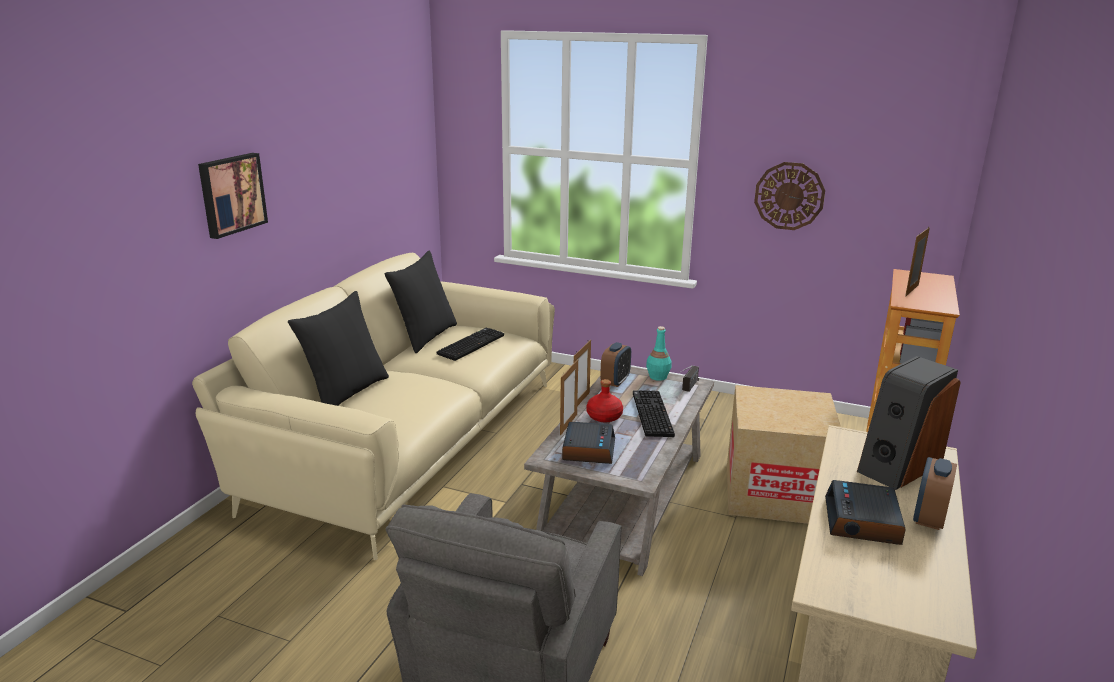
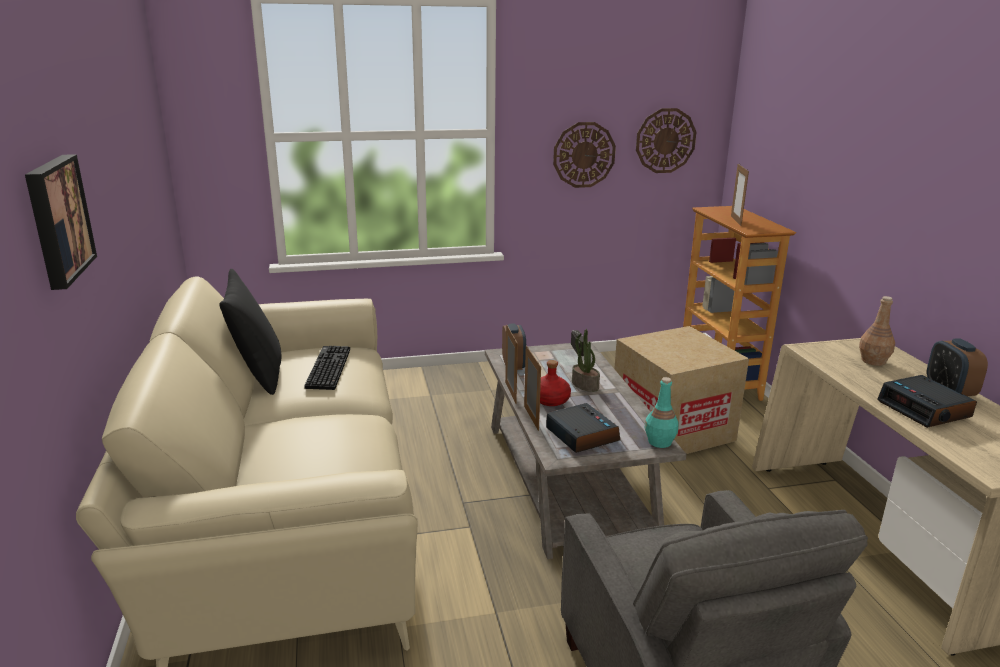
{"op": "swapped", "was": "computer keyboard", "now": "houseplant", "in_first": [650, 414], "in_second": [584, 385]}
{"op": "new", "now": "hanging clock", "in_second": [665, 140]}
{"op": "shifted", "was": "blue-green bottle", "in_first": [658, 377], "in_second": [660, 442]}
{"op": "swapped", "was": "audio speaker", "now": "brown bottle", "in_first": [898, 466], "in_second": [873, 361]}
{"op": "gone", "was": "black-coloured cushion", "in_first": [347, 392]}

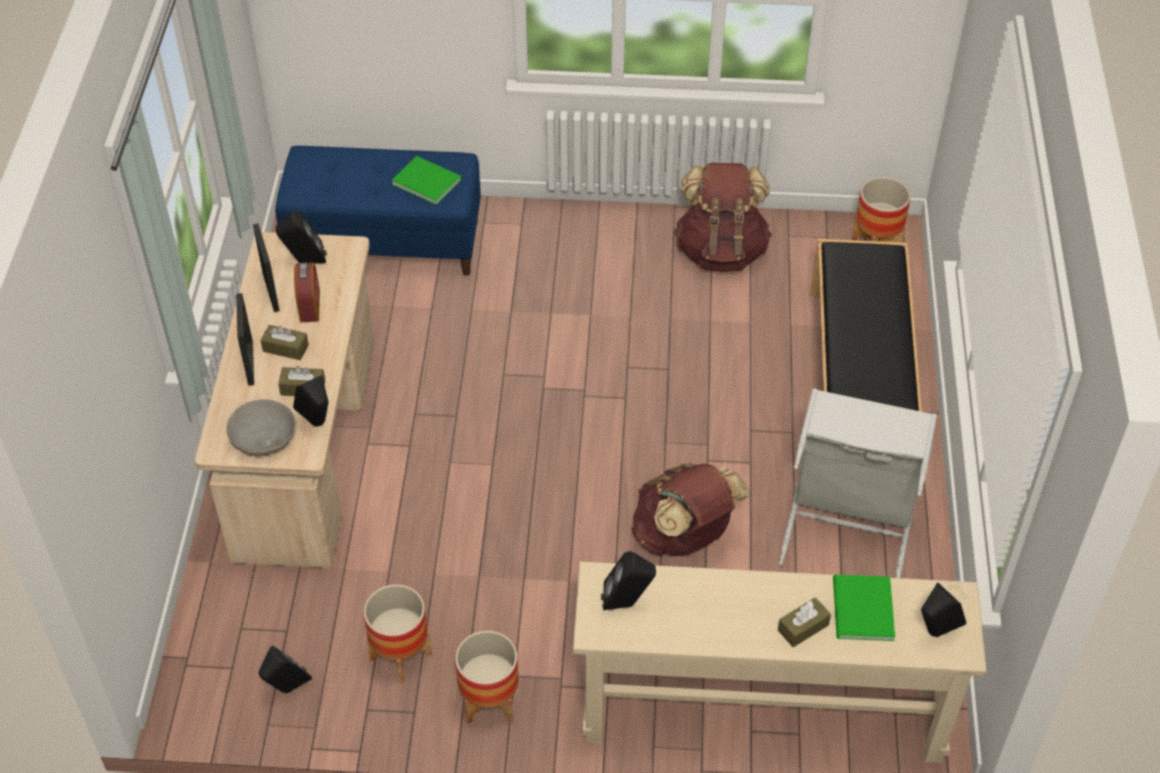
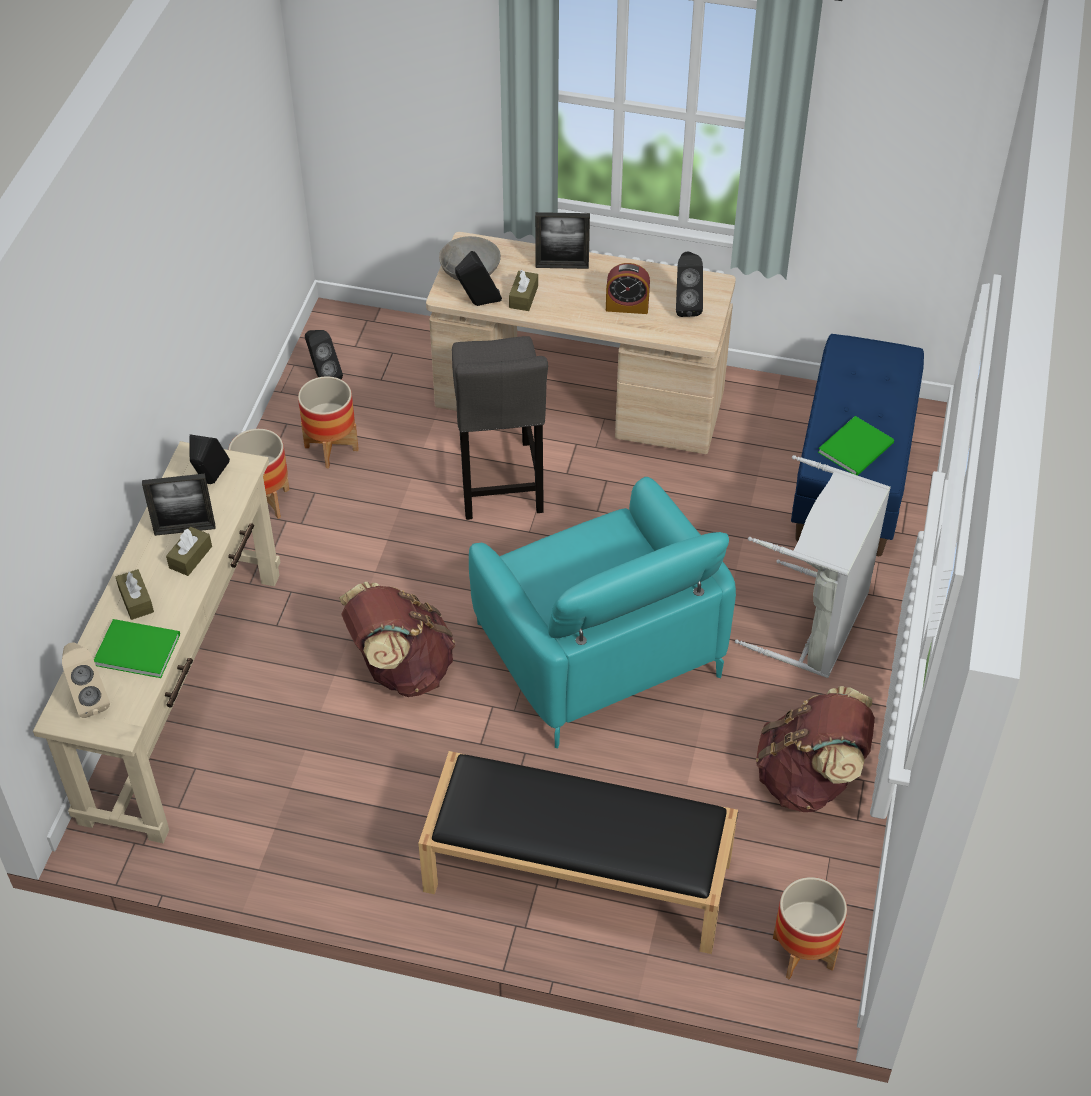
{"op": "repainted", "was": "black-coloured audio speaker", "now": "beige audio speaker", "in_first": [935, 633], "in_second": [89, 700]}
{"op": "shifted", "was": "photo frame", "in_first": [271, 292], "in_second": [185, 530]}
{"op": "shifted", "was": "brown tissue holder", "in_first": [285, 348], "in_second": [190, 557]}
{"op": "new", "now": "gray stool", "in_second": [499, 485]}
{"op": "new", "now": "blue-green lounge chair", "in_second": [597, 649]}
{"op": "shifted", "was": "gray washing basket", "in_first": [848, 527], "in_second": [817, 624]}

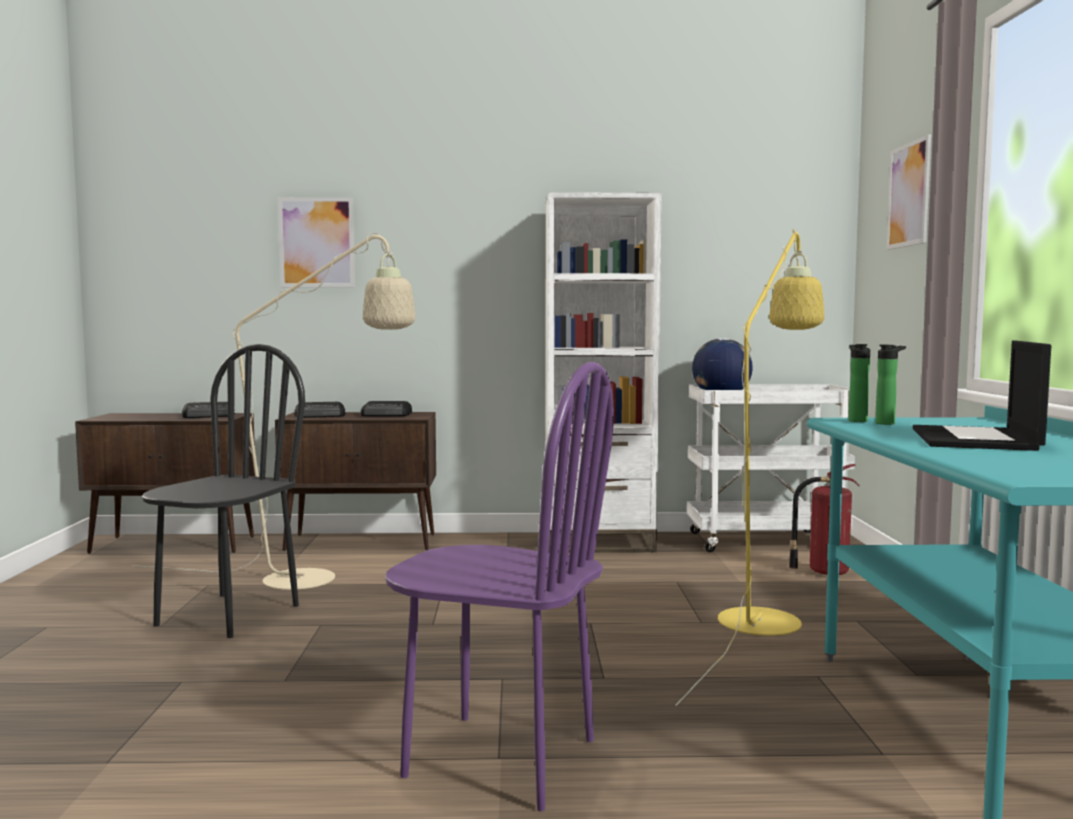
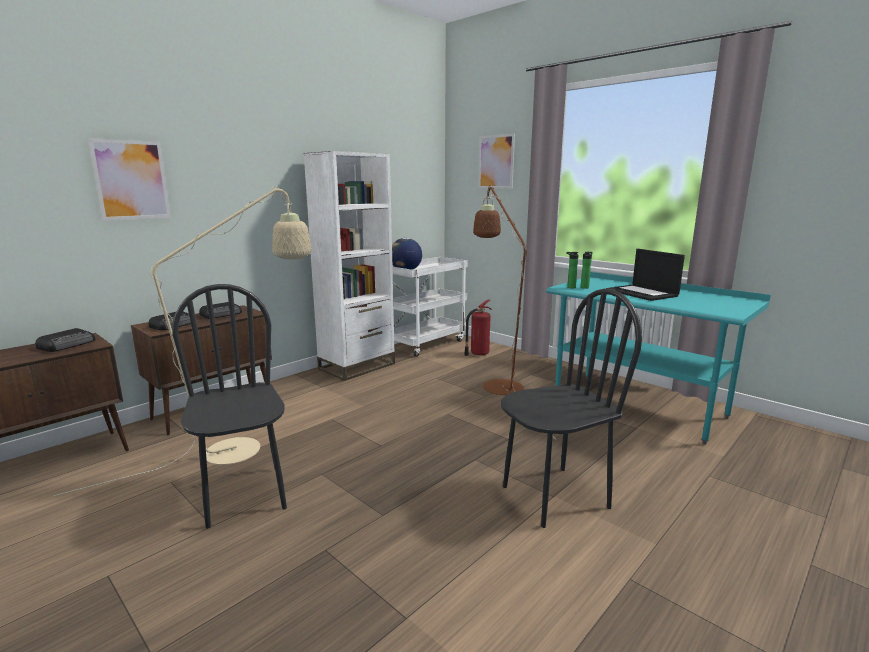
{"op": "repainted", "was": "yellow-coloured floor lamp", "now": "brown floor lamp", "in_first": [764, 614], "in_second": [498, 383]}
{"op": "repainted", "was": "purplish plain chair", "now": "black-coloured plain chair", "in_first": [500, 758], "in_second": [554, 496]}

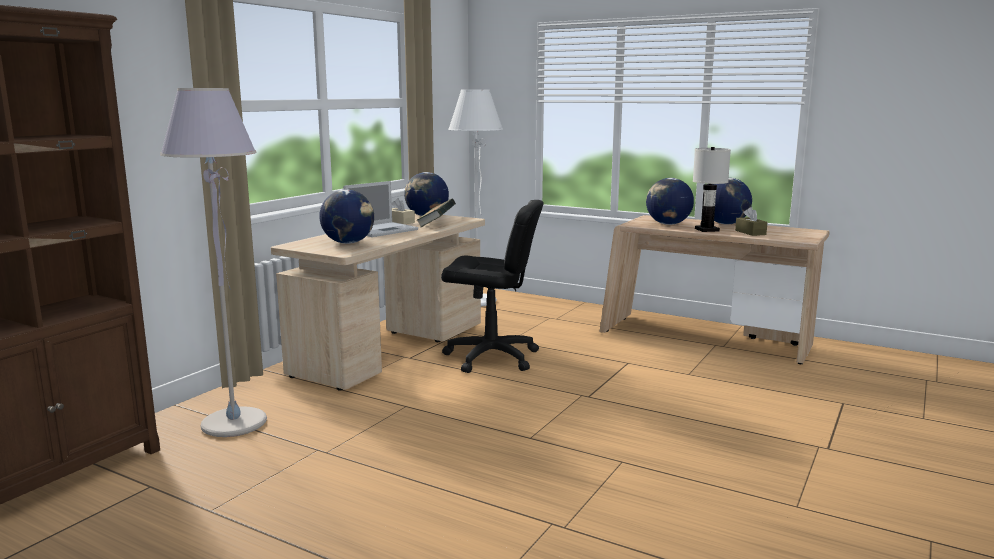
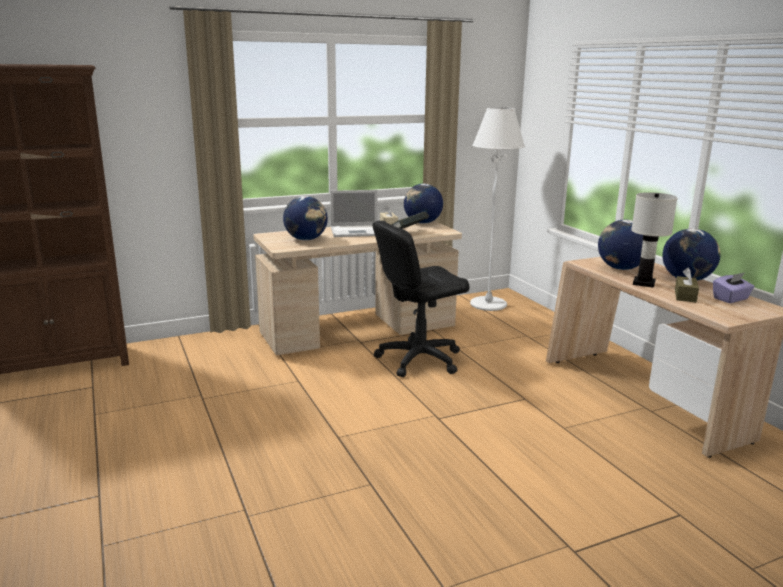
{"op": "rotated", "was": "black-coloured office chair", "in_first": [491, 357], "in_second": [419, 359], "clockwise": 105}
{"op": "new", "now": "purplish tissue holder", "in_second": [731, 299]}
{"op": "gone", "was": "gray floor lamp", "in_first": [234, 424]}

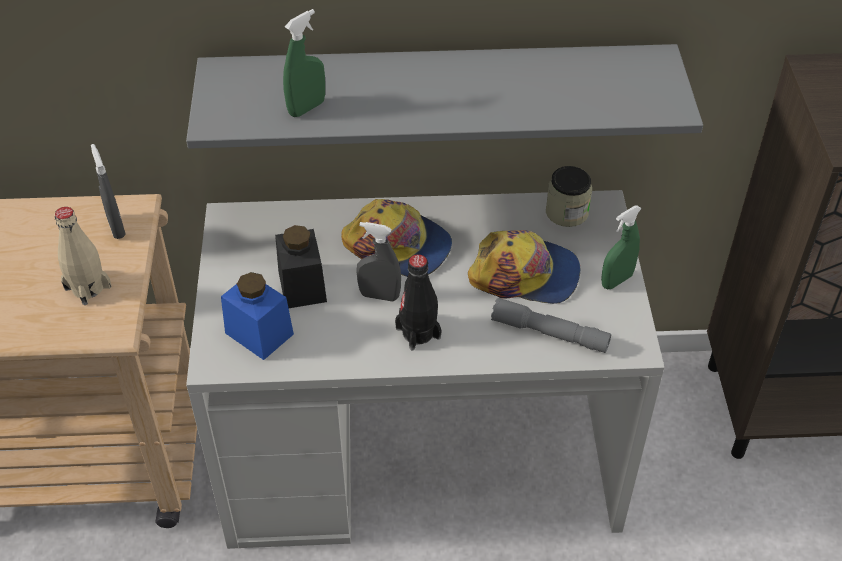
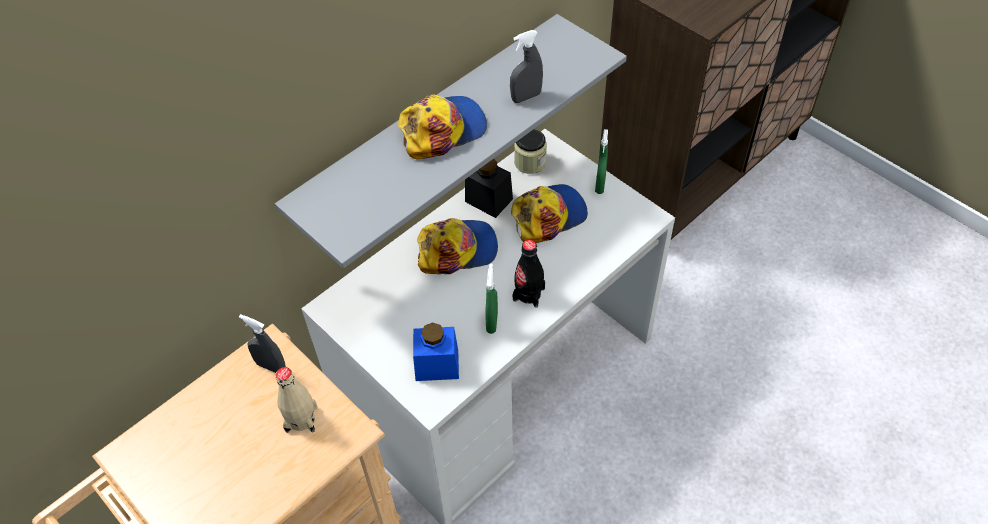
{"op": "new", "now": "cap", "in_second": [442, 130]}
{"op": "shifted", "was": "black-coloured preserve jar", "in_first": [302, 286], "in_second": [488, 200]}
{"op": "shifted", "was": "greenish spray bottle", "in_first": [307, 108], "in_second": [492, 321]}
{"op": "shifted", "was": "gray spray bottle", "in_first": [379, 296], "in_second": [526, 97]}
{"op": "gone", "was": "gray torch", "in_first": [549, 333]}

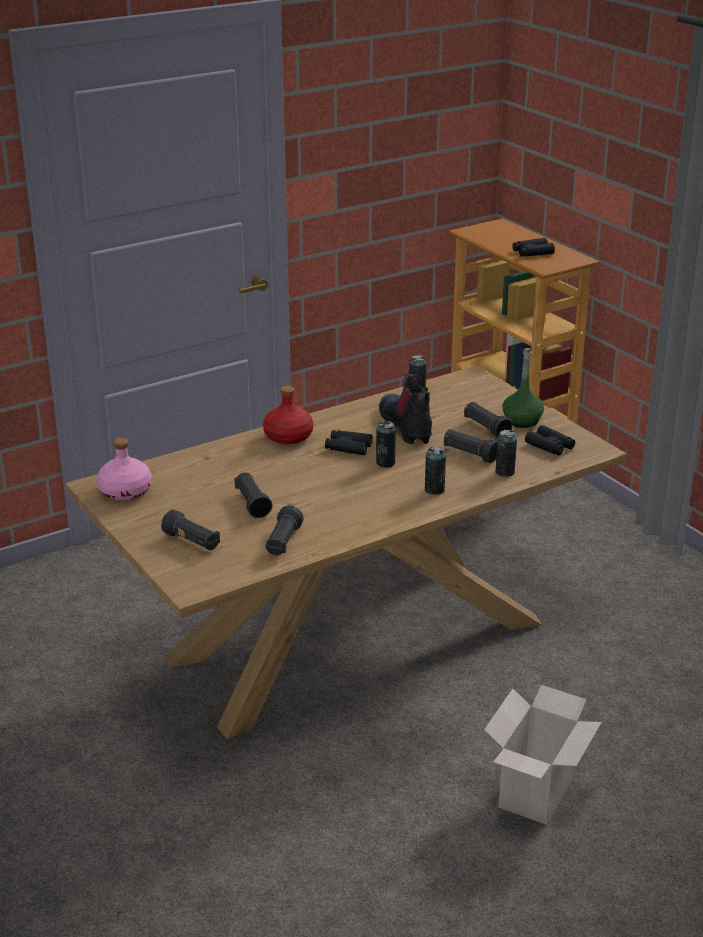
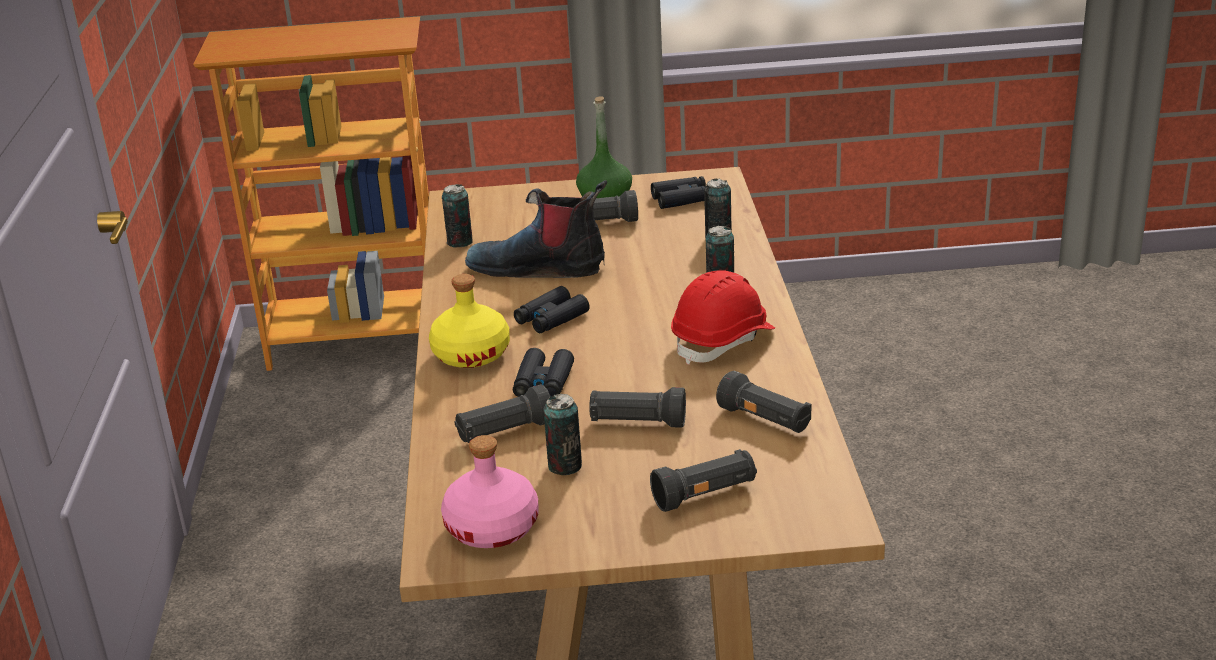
{"op": "repainted", "was": "red-coloured bottle", "now": "yellow-coloured bottle", "in_first": [289, 436], "in_second": [471, 354]}
{"op": "shifted", "was": "black-coloured torch", "in_first": [470, 454], "in_second": [505, 432]}
{"op": "shifted", "was": "black-coloured pair of binoculars", "in_first": [532, 252], "in_second": [543, 383]}
{"op": "shifted", "was": "sealed can", "in_first": [385, 463], "in_second": [565, 466]}
{"op": "new", "now": "red-coloured work helmet", "in_second": [723, 341]}
{"op": "gone", "was": "packing box", "in_first": [537, 796]}

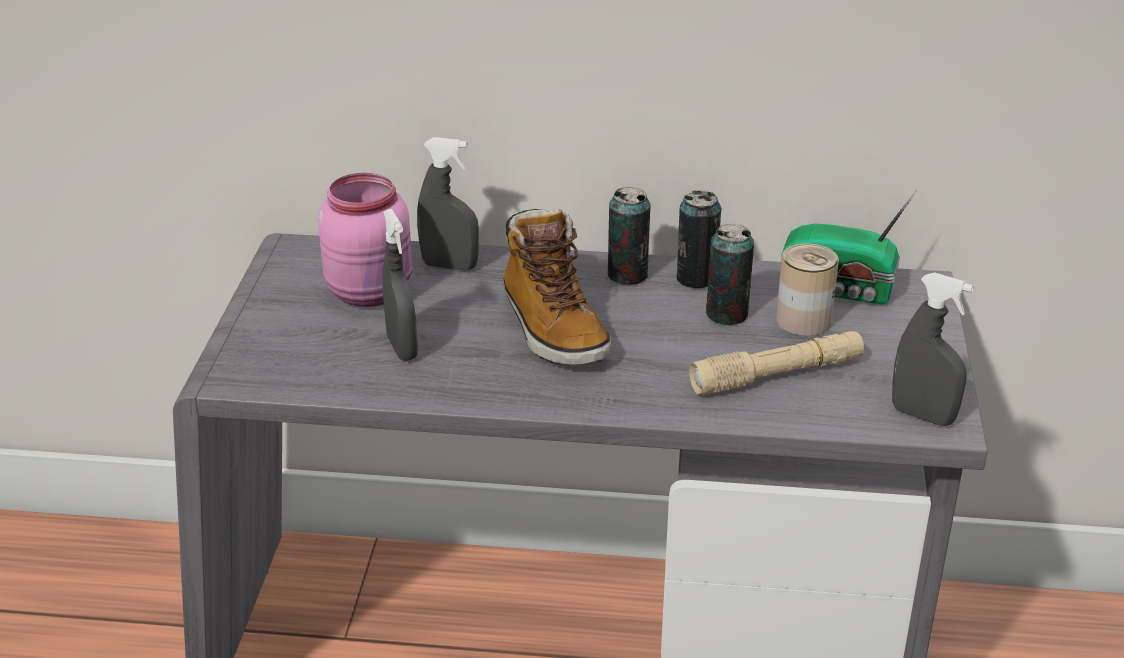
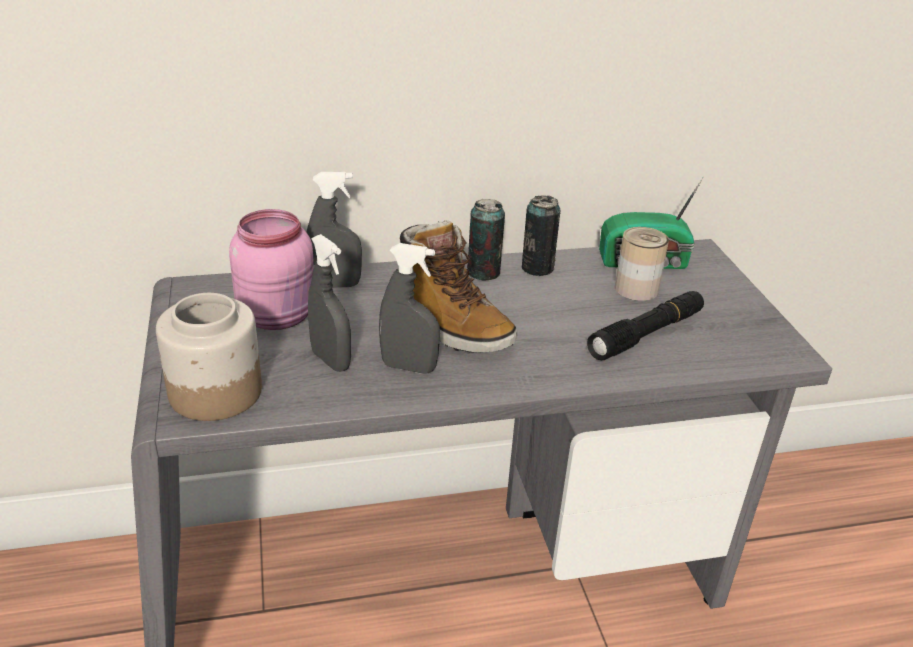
{"op": "new", "now": "preserve jar", "in_second": [214, 393]}
{"op": "shifted", "was": "gray spray bottle", "in_first": [922, 416], "in_second": [408, 367]}
{"op": "repainted", "was": "beige torch", "now": "black-coloured torch", "in_first": [777, 375], "in_second": [646, 335]}
{"op": "gone", "was": "sealed can", "in_first": [726, 314]}

